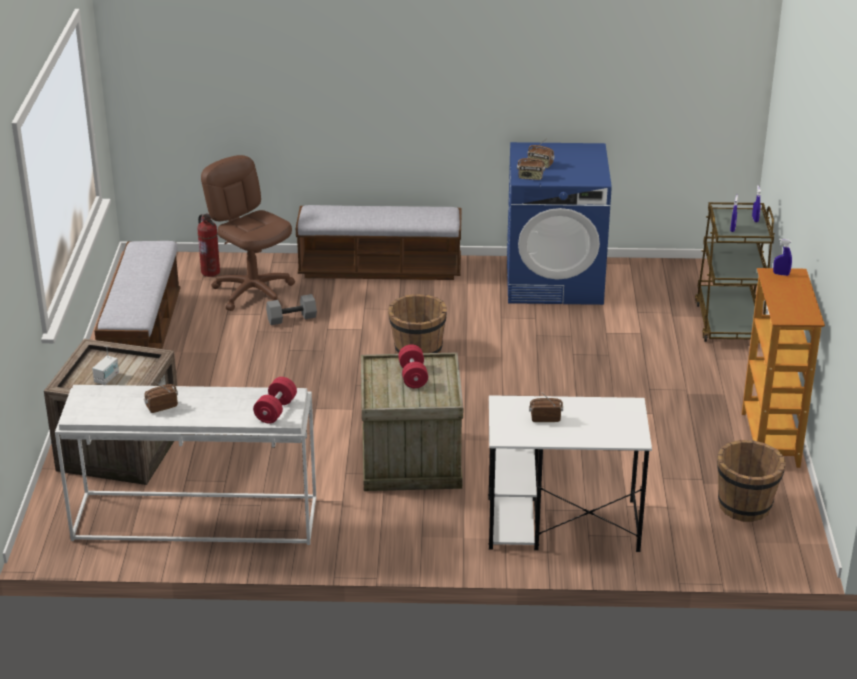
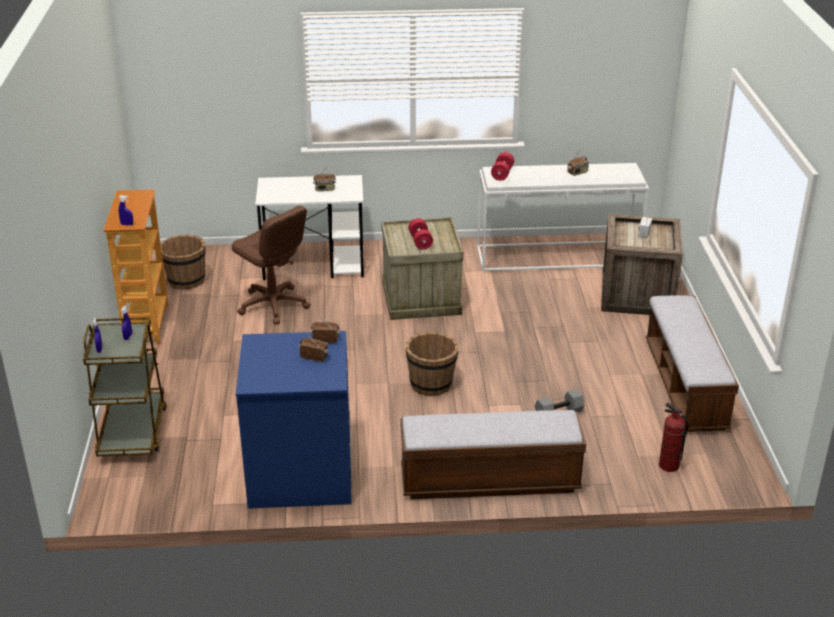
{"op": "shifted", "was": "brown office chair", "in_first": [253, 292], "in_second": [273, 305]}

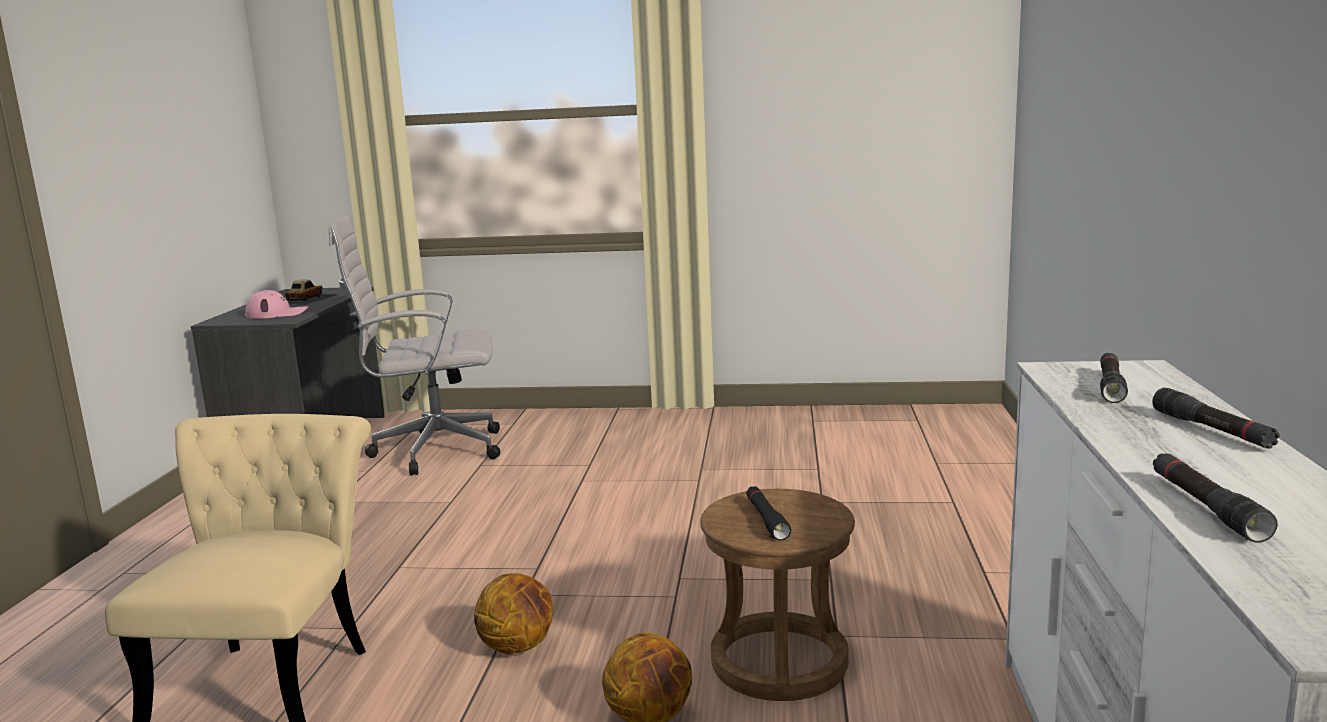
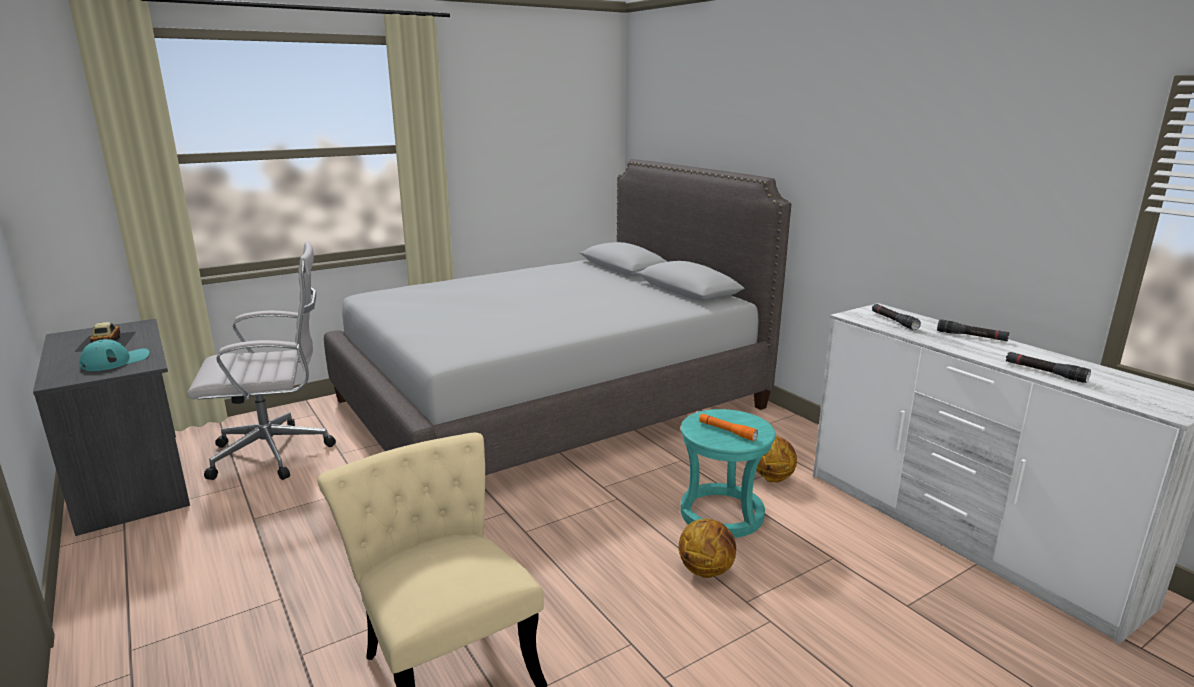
{"op": "repainted", "was": "pinkish cap", "now": "blue-green cap", "in_first": [277, 313], "in_second": [115, 361]}
{"op": "rotated", "was": "white office chair", "in_first": [431, 451], "in_second": [277, 453], "clockwise": -150}
{"op": "new", "now": "gray sleeping bed", "in_second": [551, 404]}
{"op": "repainted", "was": "brown stool", "now": "blue-green stool", "in_first": [778, 661], "in_second": [721, 514]}
{"op": "repainted", "was": "black-coloured torch", "now": "orange torch", "in_first": [766, 520], "in_second": [727, 431]}
{"op": "shifted", "was": "basketball", "in_first": [518, 646], "in_second": [771, 478]}

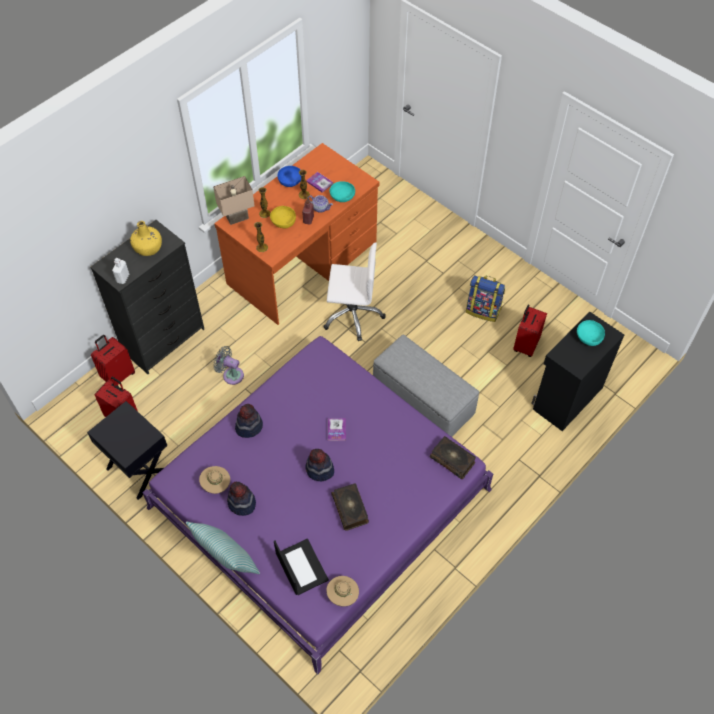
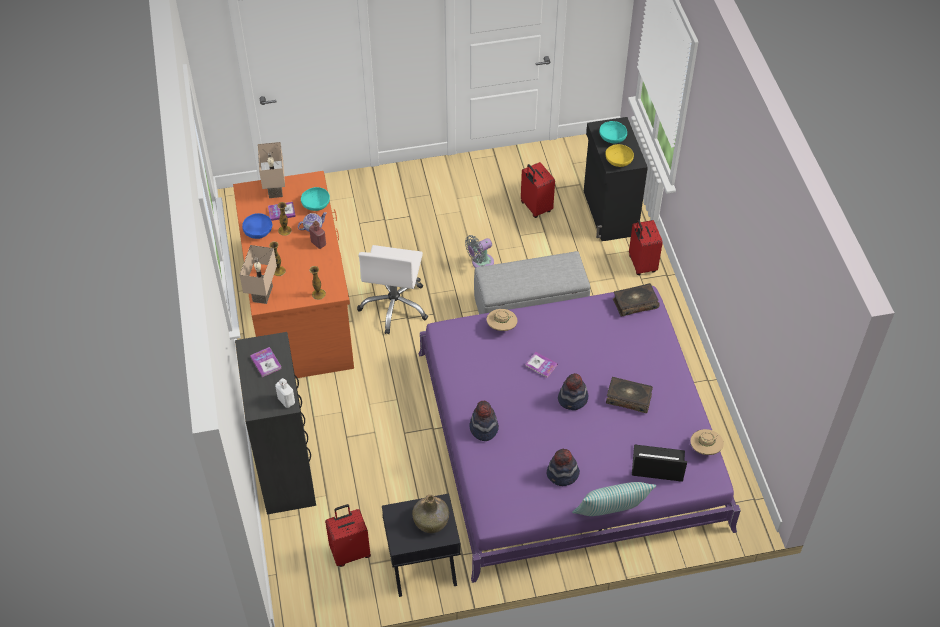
{"op": "swapped", "was": "yellow-coloured bottle", "now": "bound book", "in_first": [148, 247], "in_second": [266, 362]}
{"op": "new", "now": "beige lamp for a table", "in_second": [276, 189]}
{"op": "rotated", "was": "white office chair", "in_first": [352, 315], "in_second": [395, 306], "clockwise": 150}
{"op": "new", "now": "greenish bottle", "in_second": [431, 521]}
{"op": "shifted", "was": "gray electric fan", "in_first": [231, 375], "in_second": [480, 263]}
{"op": "shifted", "was": "beige wearable hat", "in_first": [216, 484], "in_second": [501, 327]}
{"op": "shifted", "was": "yellow-coloured serving bowl", "in_first": [283, 222], "in_second": [618, 162]}
{"op": "shifted", "was": "red-coloured suitcase", "in_first": [118, 375], "in_second": [641, 265]}
{"op": "gone", "was": "knapsack", "in_first": [483, 310]}

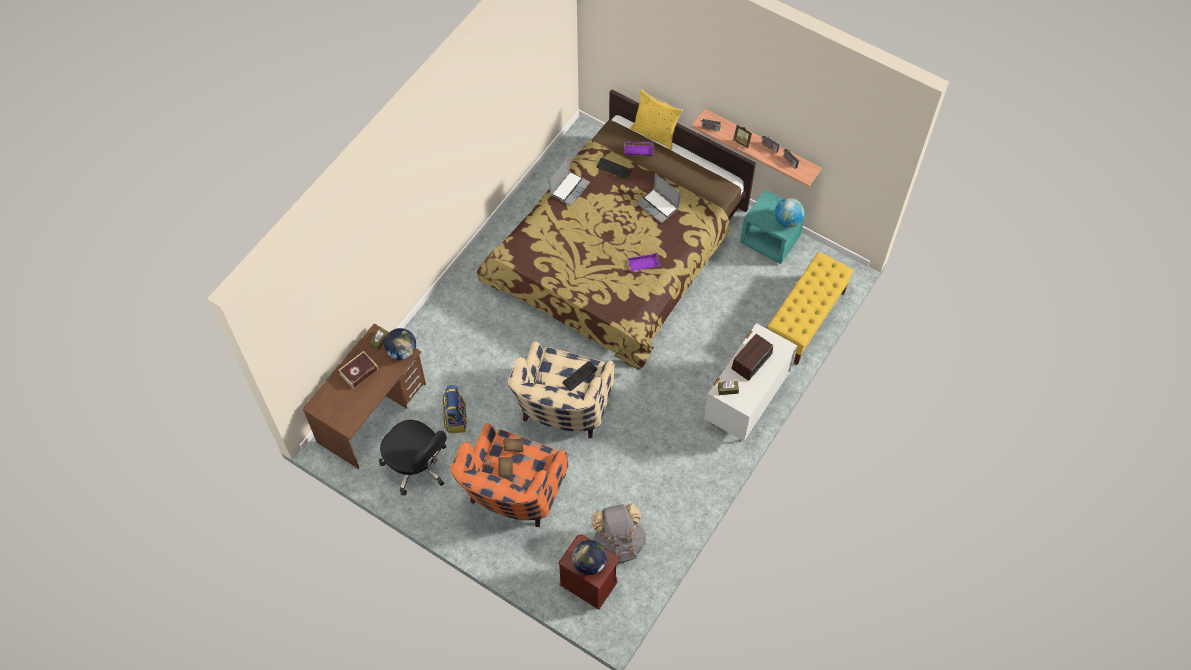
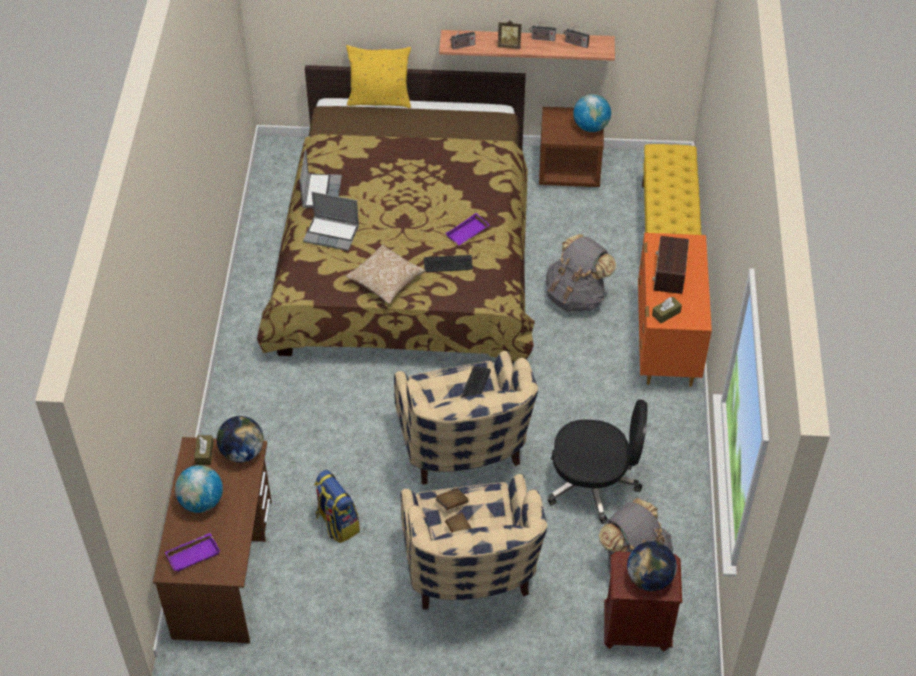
{"op": "shifted", "was": "purplish carrying tray", "in_first": [638, 149], "in_second": [193, 553]}
{"op": "swapped", "was": "bound book", "now": "desk globe", "in_first": [359, 372], "in_second": [201, 502]}
{"op": "shifted", "was": "laptop", "in_first": [658, 206], "in_second": [332, 234]}
{"op": "new", "now": "cushion", "in_second": [386, 281]}
{"op": "repainted", "was": "orange lounge chair", "now": "beige lounge chair", "in_first": [512, 496], "in_second": [470, 576]}
{"op": "shifted", "was": "computer keyboard", "in_first": [613, 169], "in_second": [448, 264]}
{"op": "repainted", "was": "blue-green nightstand", "now": "brown nightstand", "in_first": [770, 240], "in_second": [569, 170]}
{"op": "new", "now": "gray knapsack", "in_second": [576, 296]}
{"op": "shifted", "was": "black-coloured office chair", "in_first": [417, 465], "in_second": [593, 484]}
{"op": "repainted", "was": "white drawer chest", "now": "orange drawer chest", "in_first": [745, 403], "in_second": [666, 345]}

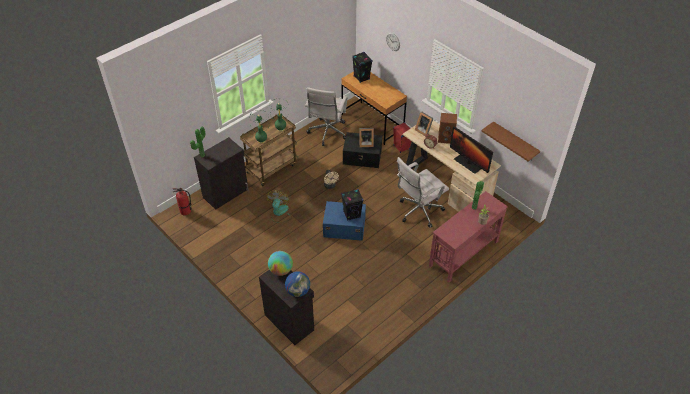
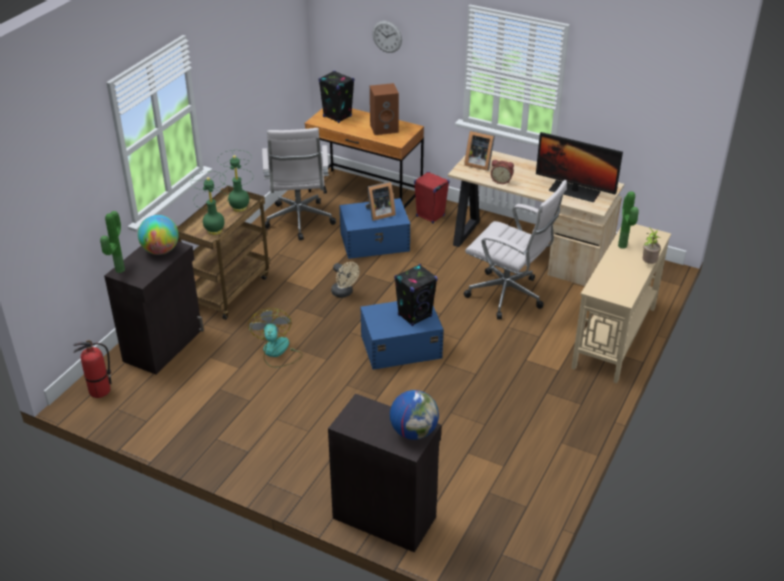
{"op": "shifted", "was": "desk globe", "in_first": [281, 270], "in_second": [160, 251]}
{"op": "repainted", "was": "black-coloured storage box", "now": "bluish storage box", "in_first": [362, 157], "in_second": [375, 241]}
{"op": "shifted", "was": "brown audio speaker", "in_first": [446, 138], "in_second": [384, 128]}
{"op": "rotated", "was": "white office chair", "in_first": [418, 212], "in_second": [509, 296], "clockwise": -90}
{"op": "repainted", "was": "red-coloured hall table", "now": "beige hall table", "in_first": [463, 254], "in_second": [614, 337]}
{"op": "gone", "was": "brown wall shelf", "in_first": [514, 142]}

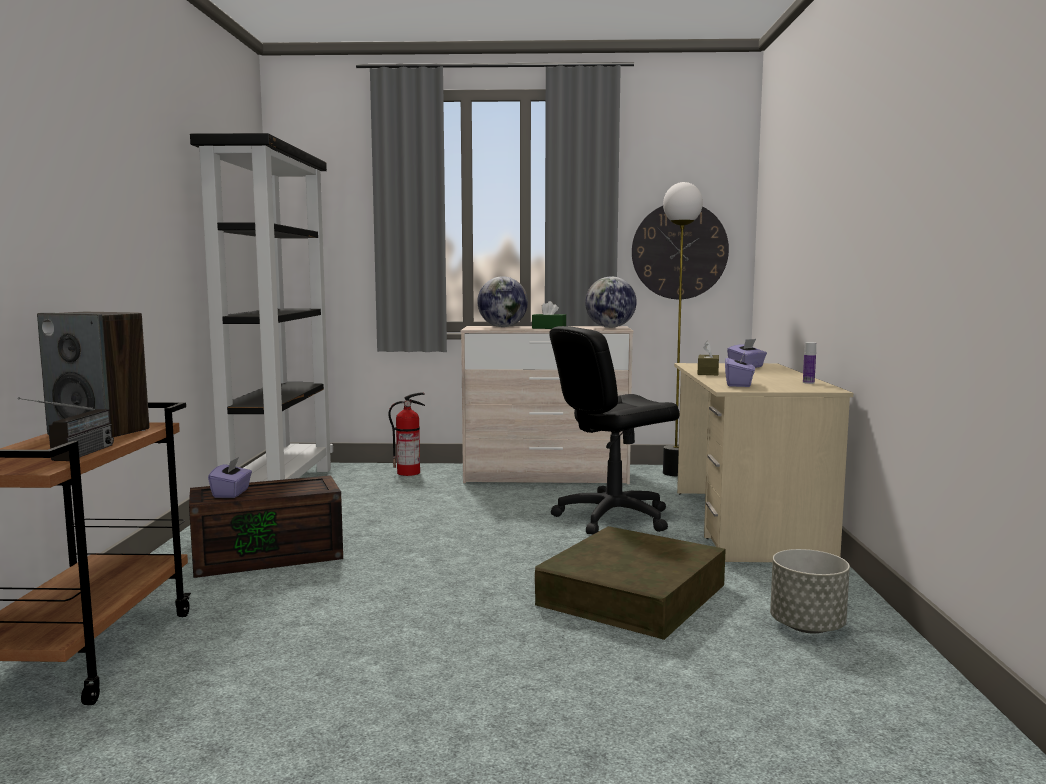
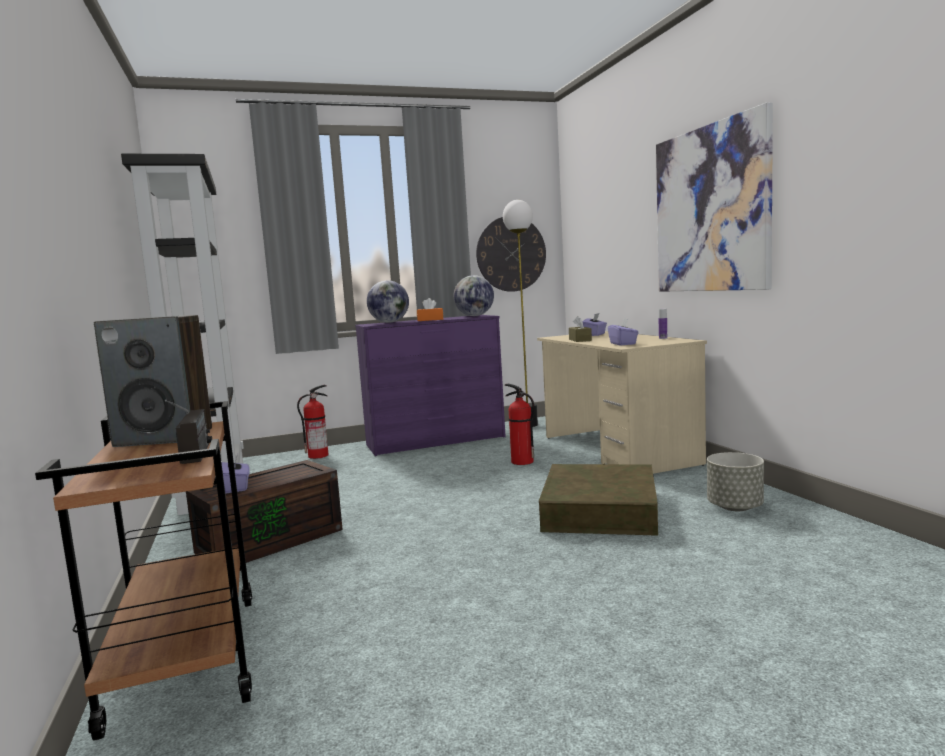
{"op": "repainted", "was": "beige drawer chest", "now": "purplish drawer chest", "in_first": [546, 477], "in_second": [436, 442]}
{"op": "repainted", "was": "greenish tissue holder", "now": "orange tissue holder", "in_first": [549, 328], "in_second": [430, 320]}
{"op": "swapped", "was": "black-coloured office chair", "now": "extinguisher", "in_first": [612, 518], "in_second": [521, 462]}
{"op": "new", "now": "wall art", "in_second": [710, 209]}

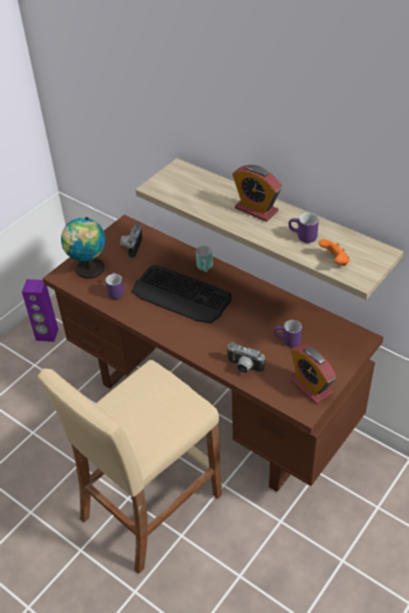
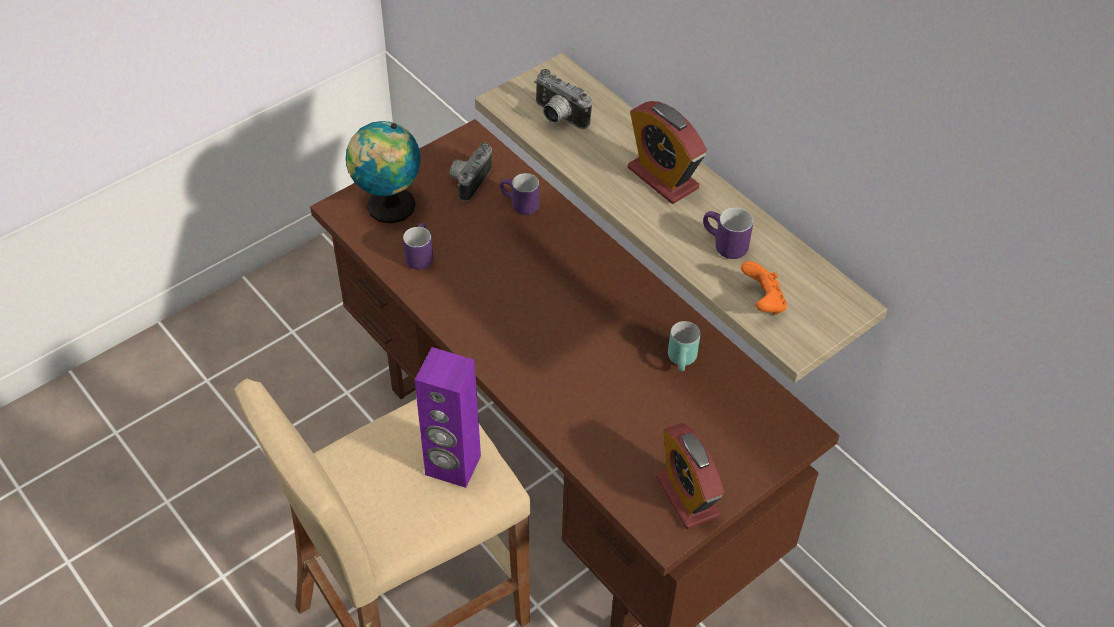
{"op": "shifted", "was": "purplish audio speaker", "in_first": [47, 335], "in_second": [452, 466]}
{"op": "shifted", "was": "purplish tea mug", "in_first": [287, 341], "in_second": [519, 206]}
{"op": "shifted", "was": "still camera", "in_first": [243, 367], "in_second": [557, 117]}
{"op": "shifted", "was": "blue-green tea mug", "in_first": [206, 268], "in_second": [683, 361]}
{"op": "gone", "was": "computer keyboard", "in_first": [181, 295]}

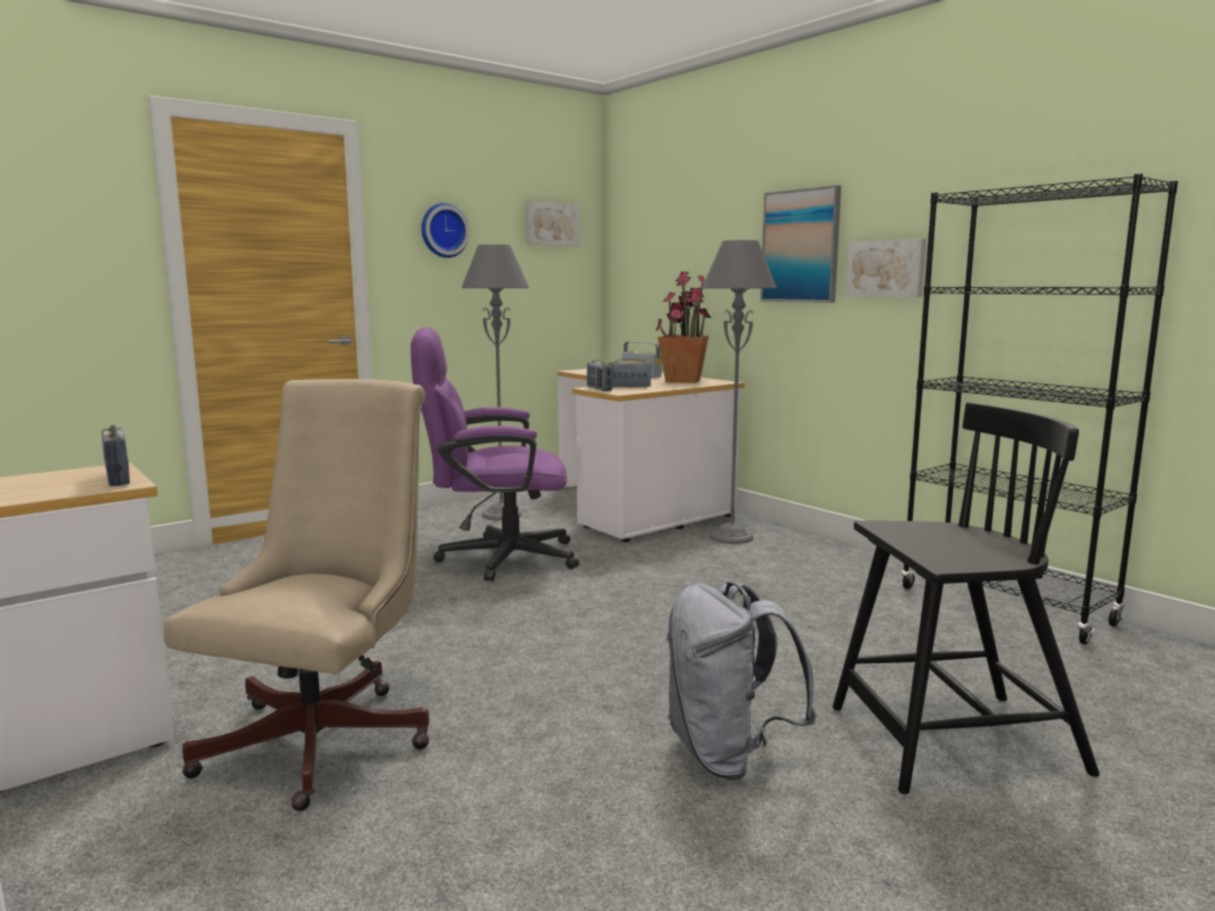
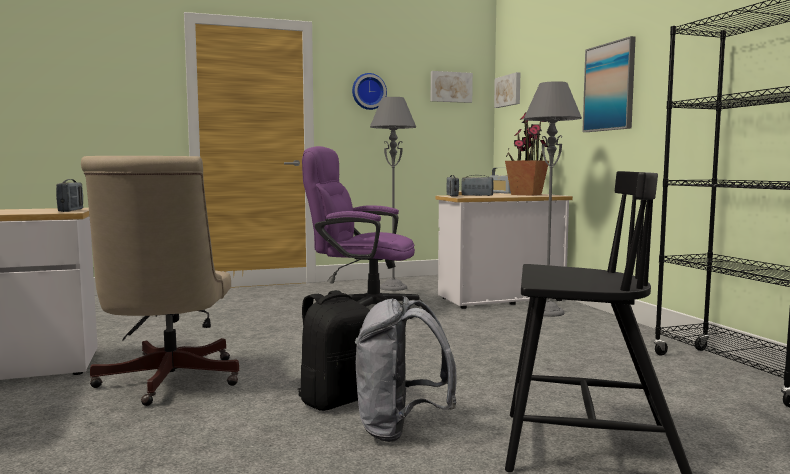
{"op": "rotated", "was": "beige office chair", "in_first": [327, 735], "in_second": [166, 382], "clockwise": 135}
{"op": "new", "now": "black-coloured knapsack", "in_second": [338, 399]}
{"op": "shifted", "was": "wall art", "in_first": [886, 268], "in_second": [508, 90]}

